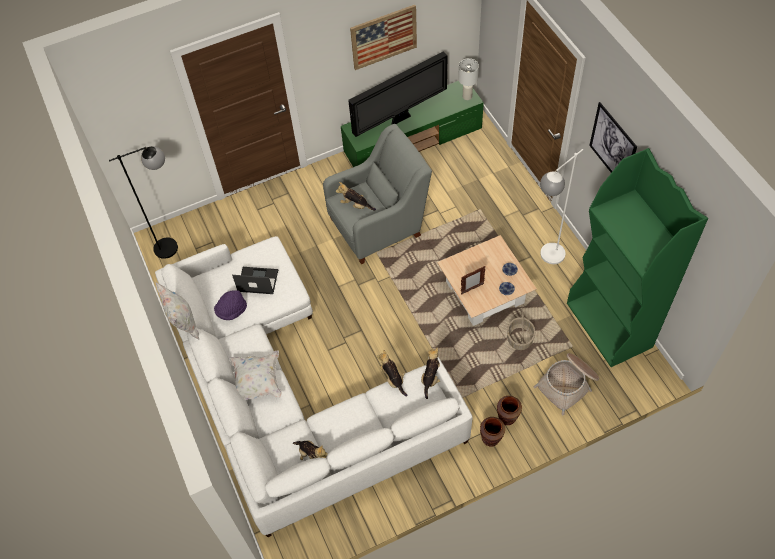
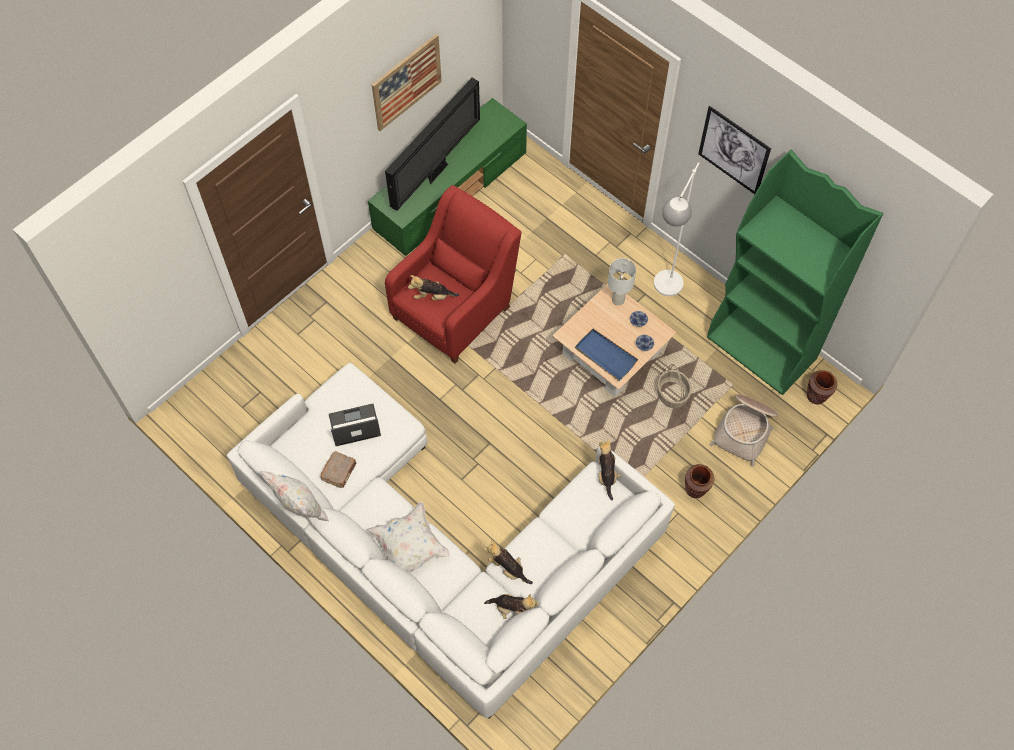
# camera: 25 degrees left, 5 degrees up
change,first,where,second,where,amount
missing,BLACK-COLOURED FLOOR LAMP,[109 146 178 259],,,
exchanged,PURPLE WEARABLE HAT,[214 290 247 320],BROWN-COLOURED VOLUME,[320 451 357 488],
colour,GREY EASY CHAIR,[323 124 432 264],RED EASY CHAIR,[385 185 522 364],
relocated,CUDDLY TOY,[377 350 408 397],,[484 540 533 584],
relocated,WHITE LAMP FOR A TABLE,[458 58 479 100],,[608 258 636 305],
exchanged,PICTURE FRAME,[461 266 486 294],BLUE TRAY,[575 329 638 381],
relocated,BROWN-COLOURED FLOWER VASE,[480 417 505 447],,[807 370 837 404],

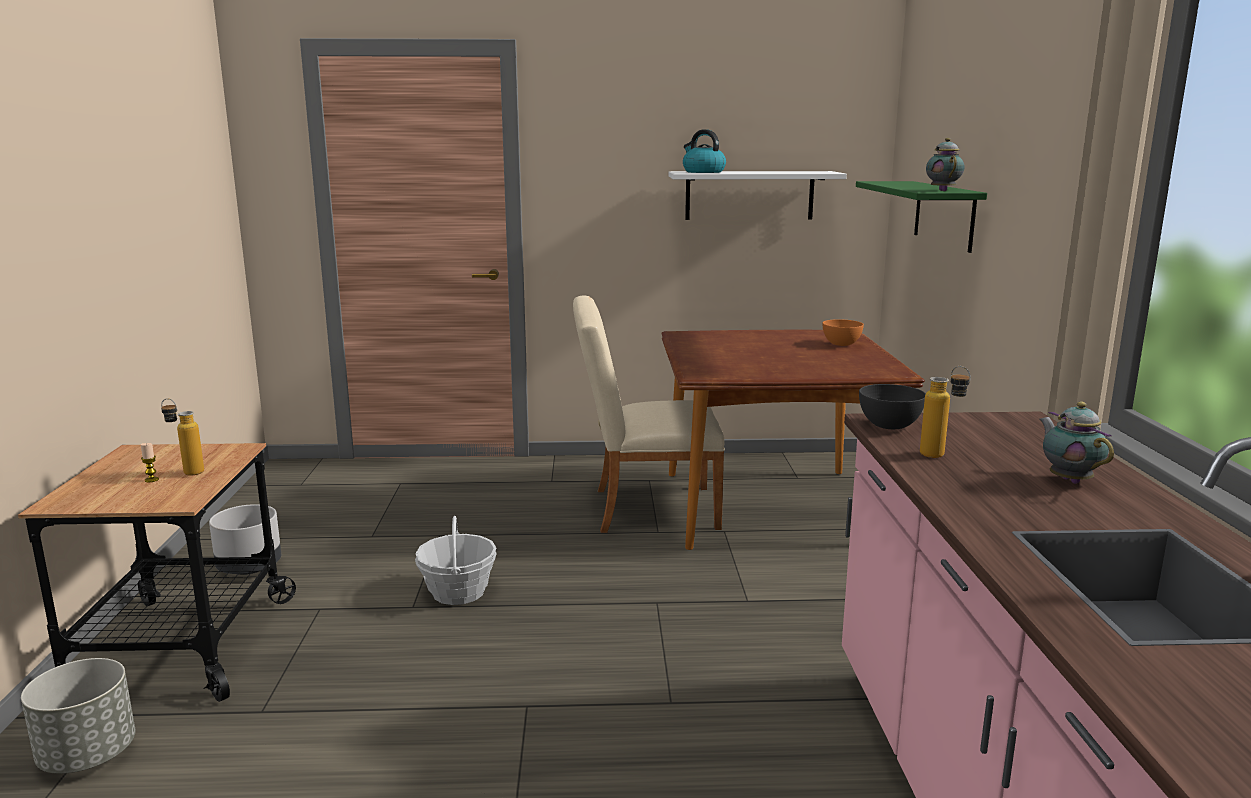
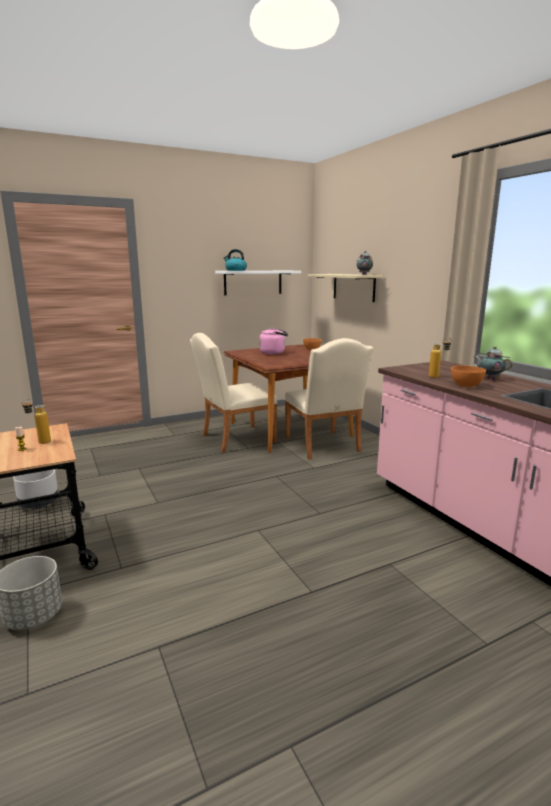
# camera: 25 degrees left, 0 degrees up
change,first,where,second,where,amount
missing,STORAGE BASKET,[415 516 497 605],,,
colour,GREEN-COLOURED BRACKET SHELF,[856 181 987 253],SAND-COLOURED BRACKET SHELF,[308 274 383 302],
missing,GREY BOWL,[859 384 926 429],,,
appeared,,,PINK KETTLE,[259 328 288 354],
appeared,,,SAND-COLOURED UPRIGHT CHAIR,[284 338 373 460],
appeared,,,ORANGEY BOWL,[451 366 486 387],

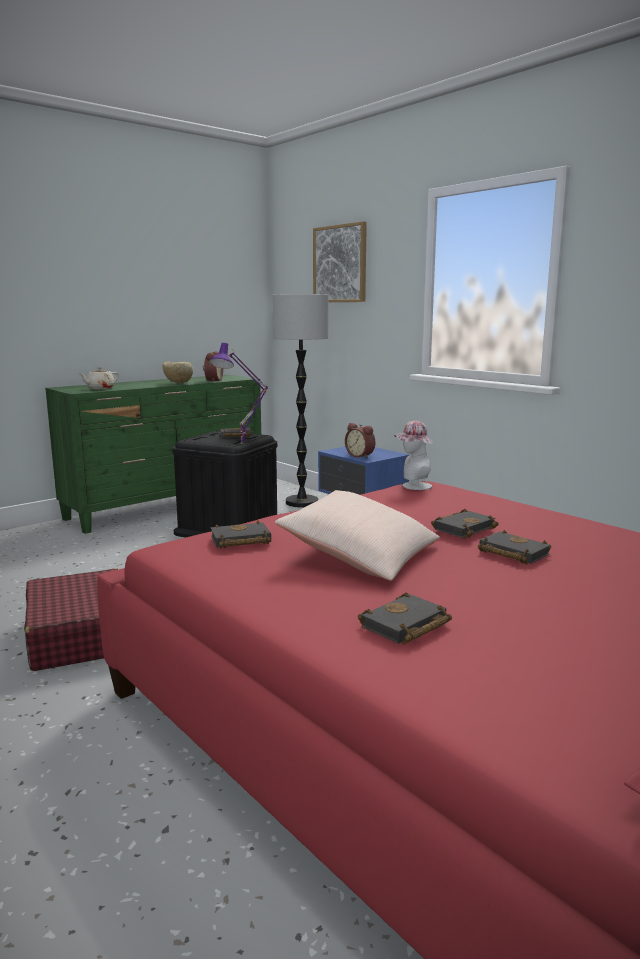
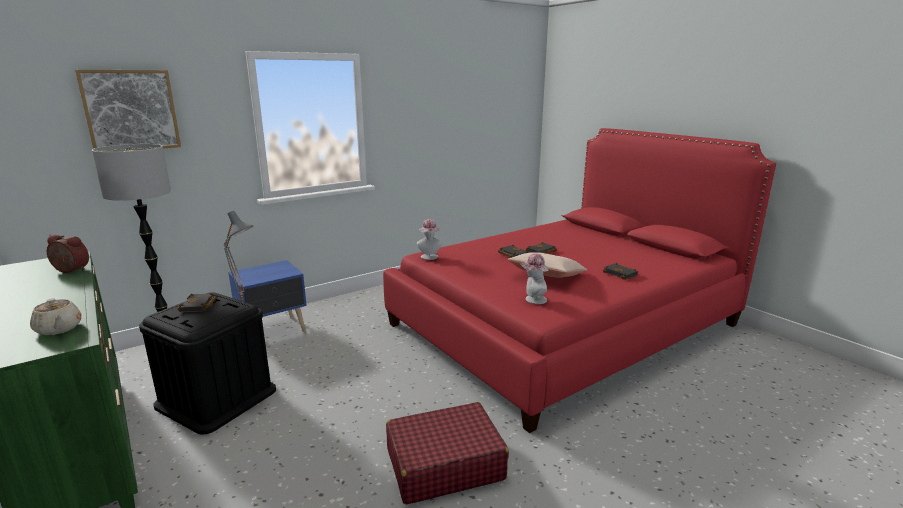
# camera: 85 degrees left, 5 degrees up
change,first,where,second,where,amount
missing,SAND-COLOURED BOWL,[162 362 193 383],,,
colour,PURPLE LAMP FOR A TABLE,[209 343 268 444],GREY LAMP FOR A TABLE,[224 211 253 304],
exchanged,BLACK-COLOURED VOLUME,[211 521 271 549],WEARABLE HAT,[520 253 549 304],
missing,BEDSIDE CLOCK,[345 423 376 458],,,

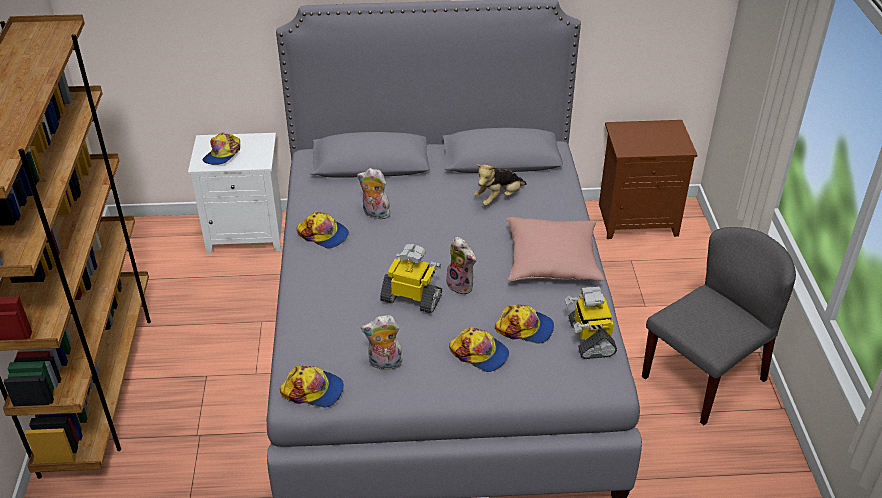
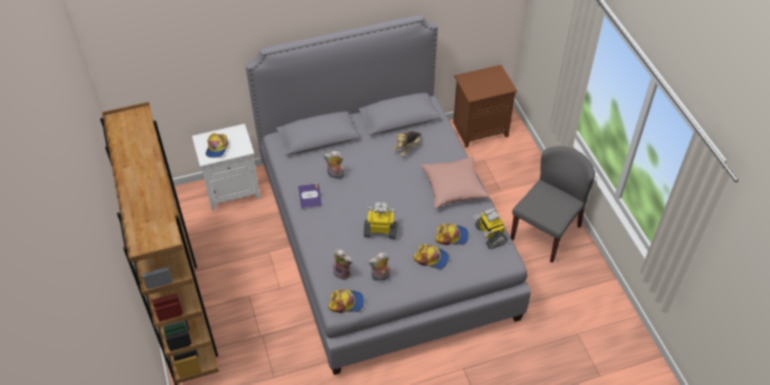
# camera: 15 degrees left, 10 degrees up
change,first,where,second,where,amount
exchanged,PEAKED CAP,[297 212 349 248],VOLUME,[298 183 322 210],
relocated,CUDDLY TOY,[445 237 476 295],,[333 249 353 280],

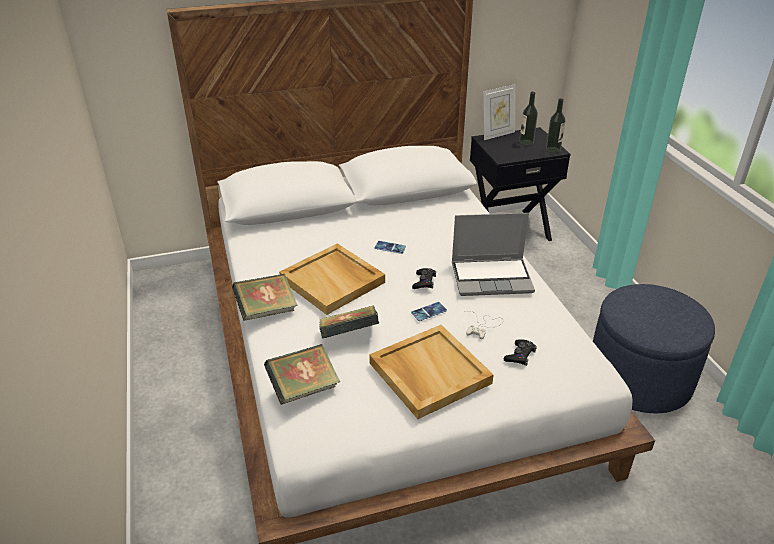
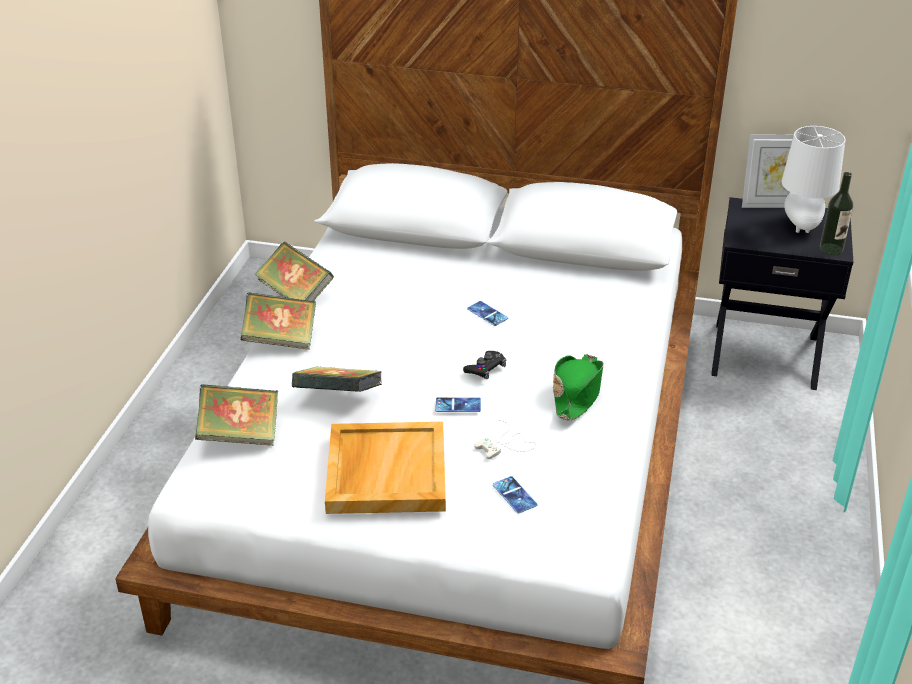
# camera: 30 degrees right, 0 degrees up
change,first,where,second,where,amount
missing,SAND-COLOURED TRAY,[279 243 385 315],,,
exchanged,PORTABLE COMPUTER,[452 213 535 296],GREEN-COLOURED WEARABLE HAT,[553 354 604 420],
exchanged,BLACK-COLOURED JOYPAD,[504 339 537 366],HANDSET,[493 476 537 513],
exchanged,BOTTLE,[519 92 538 146],WHITE LAMP FOR A TABLE,[782 126 846 233],
missing,BLUE POUFFE,[593 284 715 413],,,
appeared,,,VOLUME,[254 242 334 301],

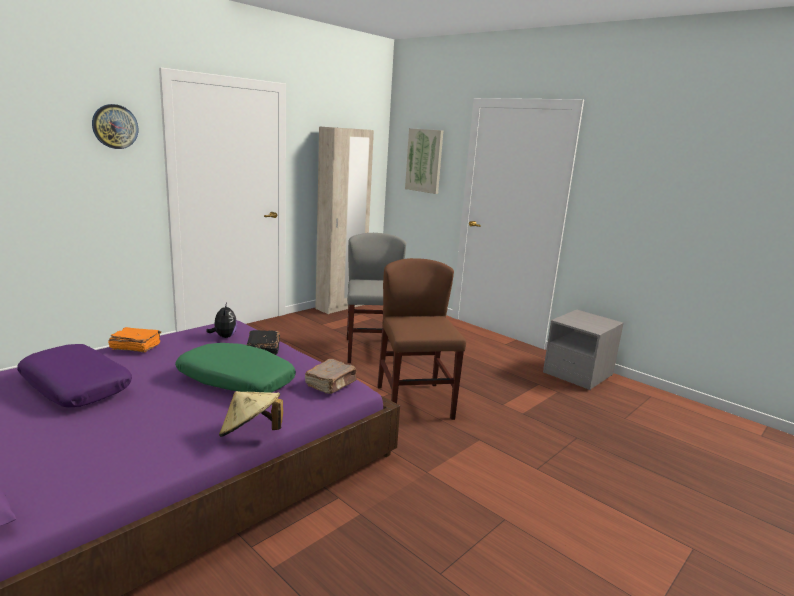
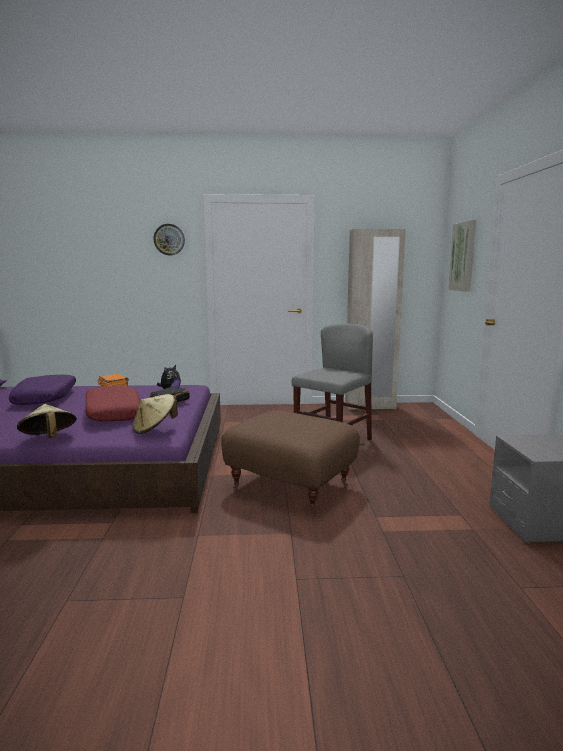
# camera: 45 degrees right, 5 degrees down
change,first,where,second,where,amount
colour,GREEN-COLOURED PILLOW,[175 343 296 393],RED PILLOW,[85 386 140 421],
exchanged,BROWN-COLOURED VOLUME,[305 359 356 394],SAND-COLOURED WEARABLE HAT,[132 394 178 434],
exchanged,BROWN-COLOURED UPRIGHT CHAIR,[377 258 466 420],BROWN-COLOURED POUFFE,[221 410 360 513],

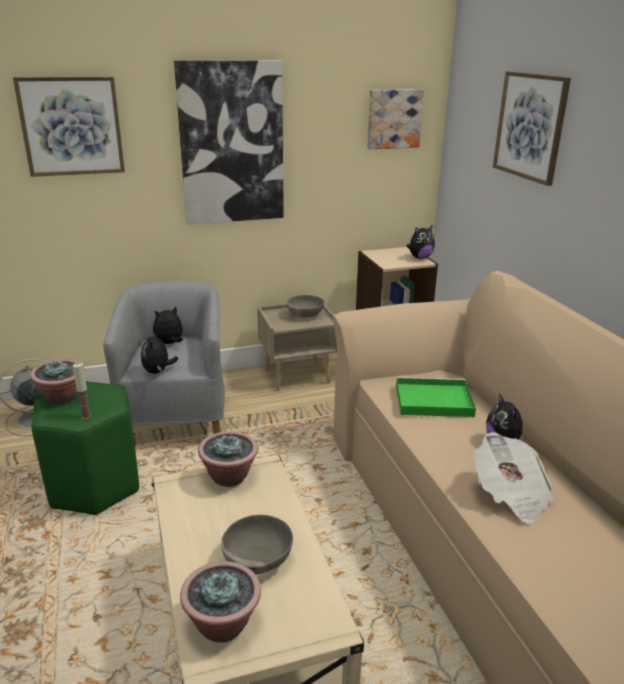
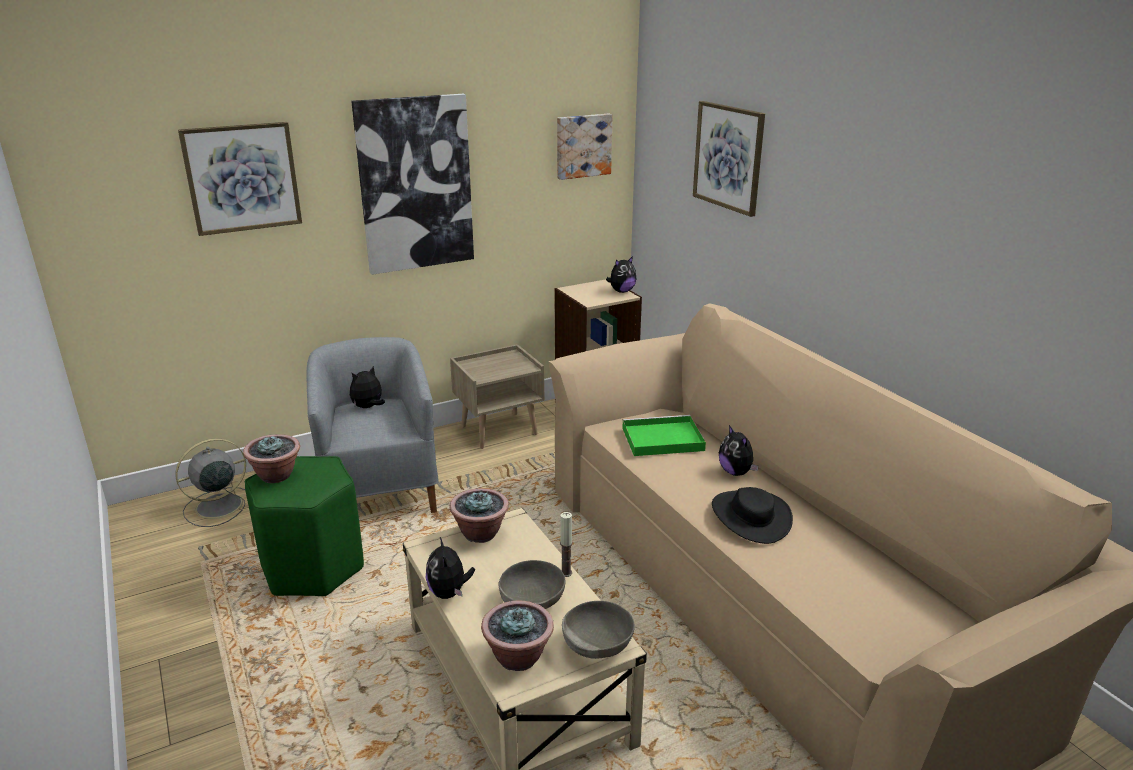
# camera: 10 degrees left, 0 degrees up
change,first,where,second,where,amount
relocated,WAX LIGHT,[73 363 92 419],,[560 512 573 577],
relocated,CUDDLY TOY,[141 330 178 374],,[426 537 475 599],
relocated,GREY BOWL,[286 295 324 318],,[562 601 635 659],
exchanged,DAILY PAPER,[473 432 555 524],BLACK-COLOURED WEARABLE HAT,[712 487 793 544],

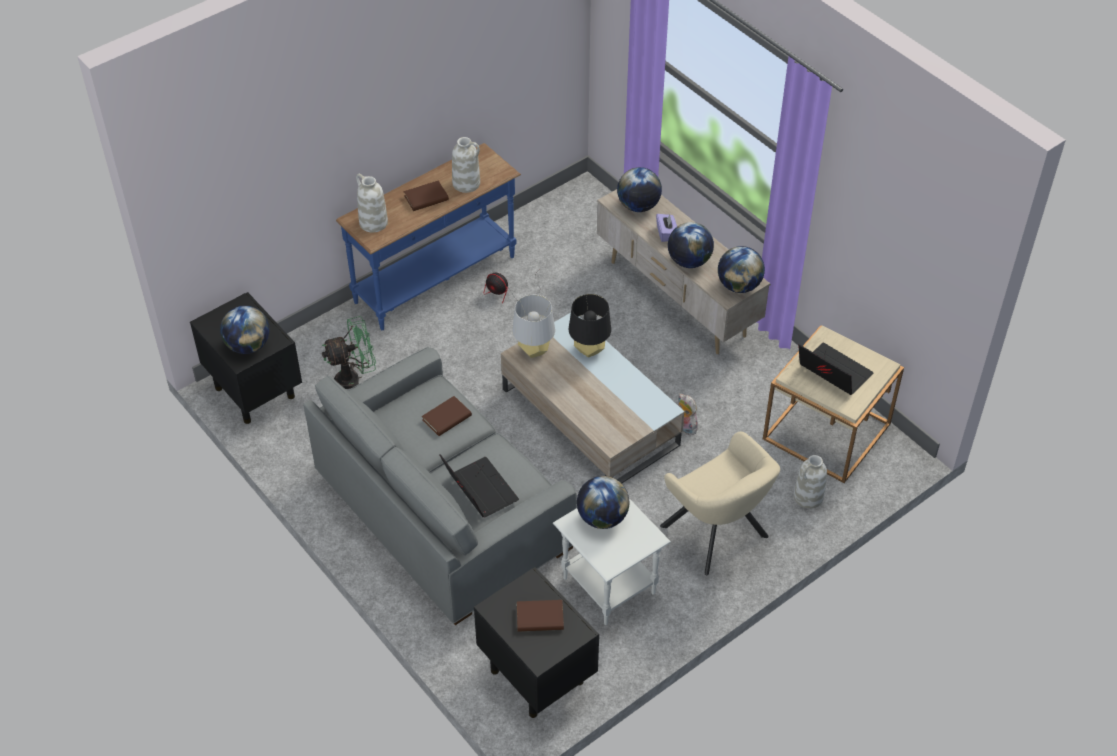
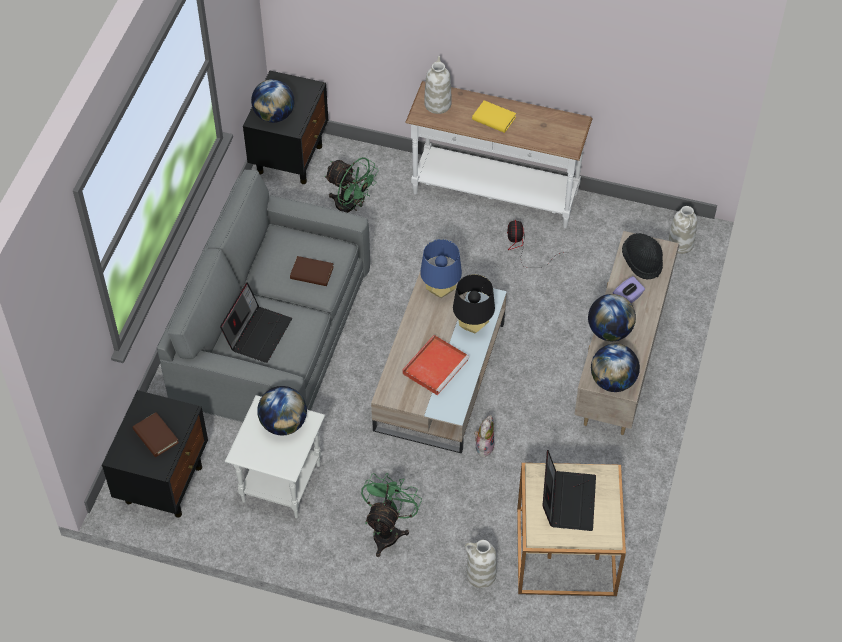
# camera: 55 degrees right, 5 degrees up
change,first,where,second,where,amount
colour,BLUE CONSOLE TABLE,[336 143 521 330],WHITE CONSOLE TABLE,[405 81 593 228],
colour,BROWN-COLOURED VOLUME,[403 181 449 211],YELLOWISH VOLUME,[472 100 516 133],
relocated,WHITE FLOWER VASE,[452 137 480 193],,[668 206 697 254],
colour,GREY LAMP FOR A TABLE,[512 295 555 358],BLUE LAMP FOR A TABLE,[420 239 462 298],
exchanged,DESK GLOBE,[617 167 662 212],BLACK-COLOURED WEARABLE HAT,[622 233 663 280],
exchanged,SAND-COLOURED EASY CHAIR,[660 432 780 575],GREEN-COLOURED COOLING FAN,[361 473 422 557],
appeared,,,RED TRAY,[402 335 470 395],

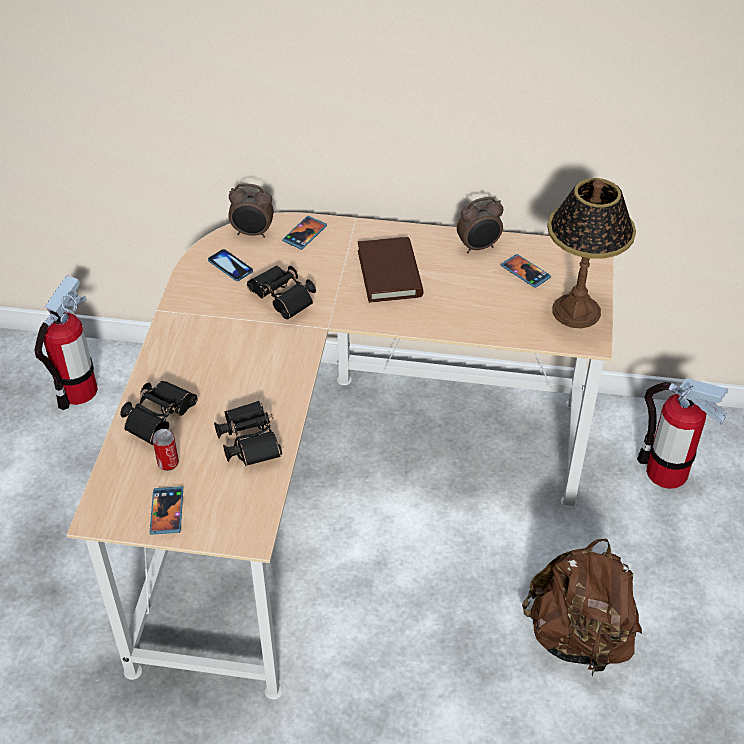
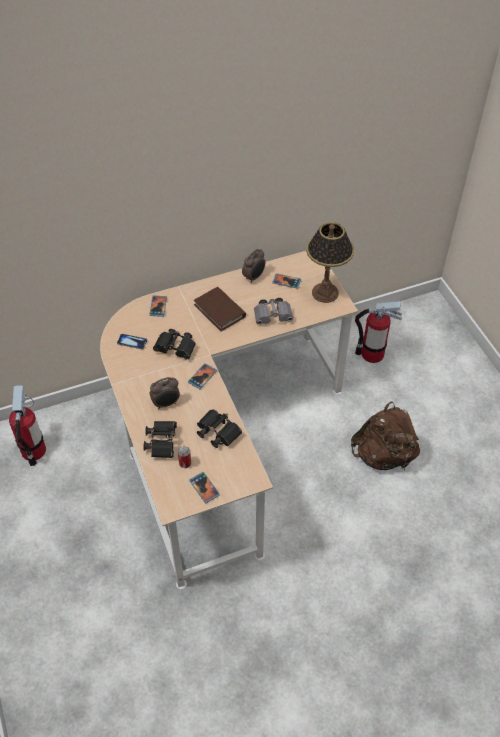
# camera: 30 degrees left, 5 degrees up
change,first,where,second,where,amount
relocated,BEDSIDE CLOCK,[228 183 274 238],,[150 377 180 409],
appeared,,,HANDSET,[188 363 217 389],
appeared,,,GREY FIELD GLASSES,[254 298 294 325],

